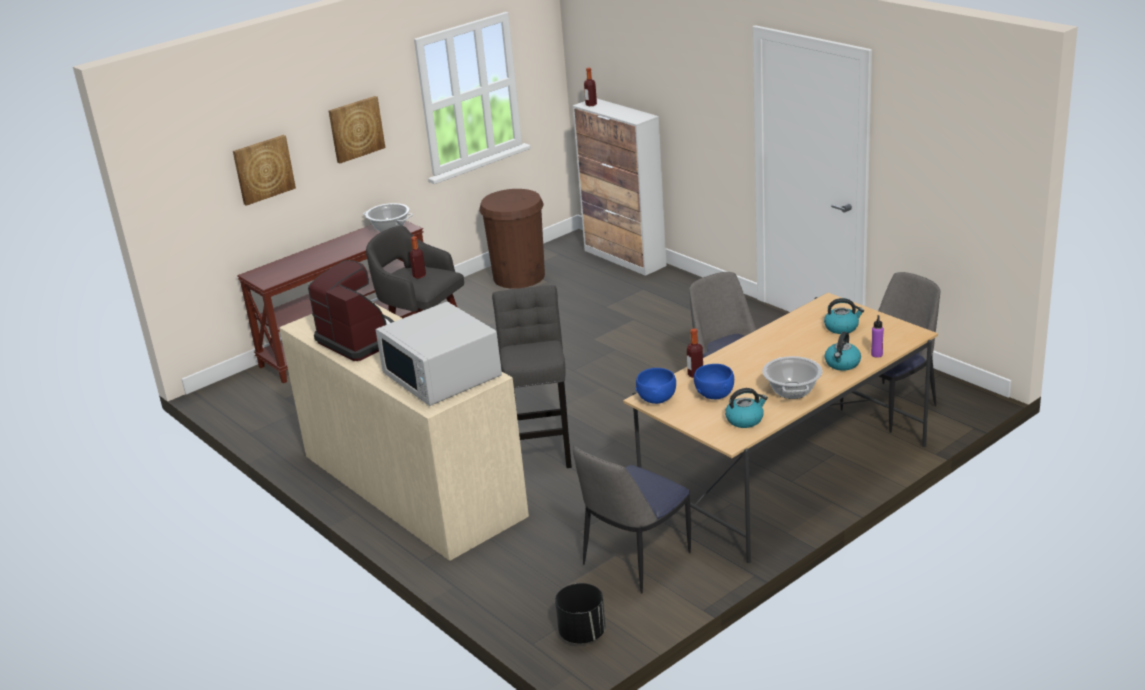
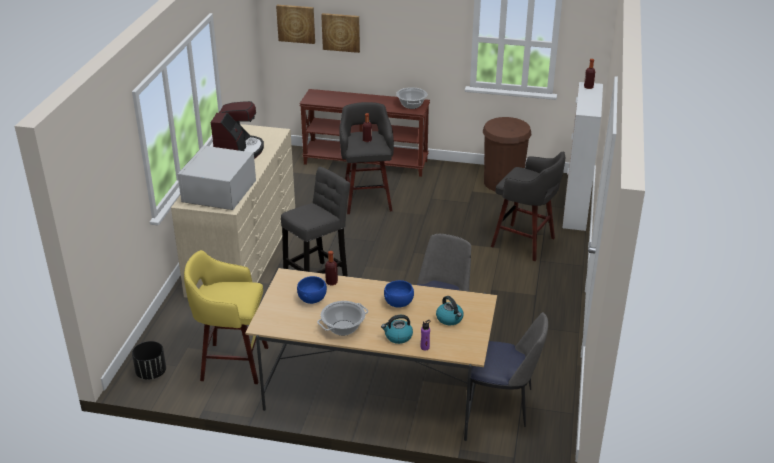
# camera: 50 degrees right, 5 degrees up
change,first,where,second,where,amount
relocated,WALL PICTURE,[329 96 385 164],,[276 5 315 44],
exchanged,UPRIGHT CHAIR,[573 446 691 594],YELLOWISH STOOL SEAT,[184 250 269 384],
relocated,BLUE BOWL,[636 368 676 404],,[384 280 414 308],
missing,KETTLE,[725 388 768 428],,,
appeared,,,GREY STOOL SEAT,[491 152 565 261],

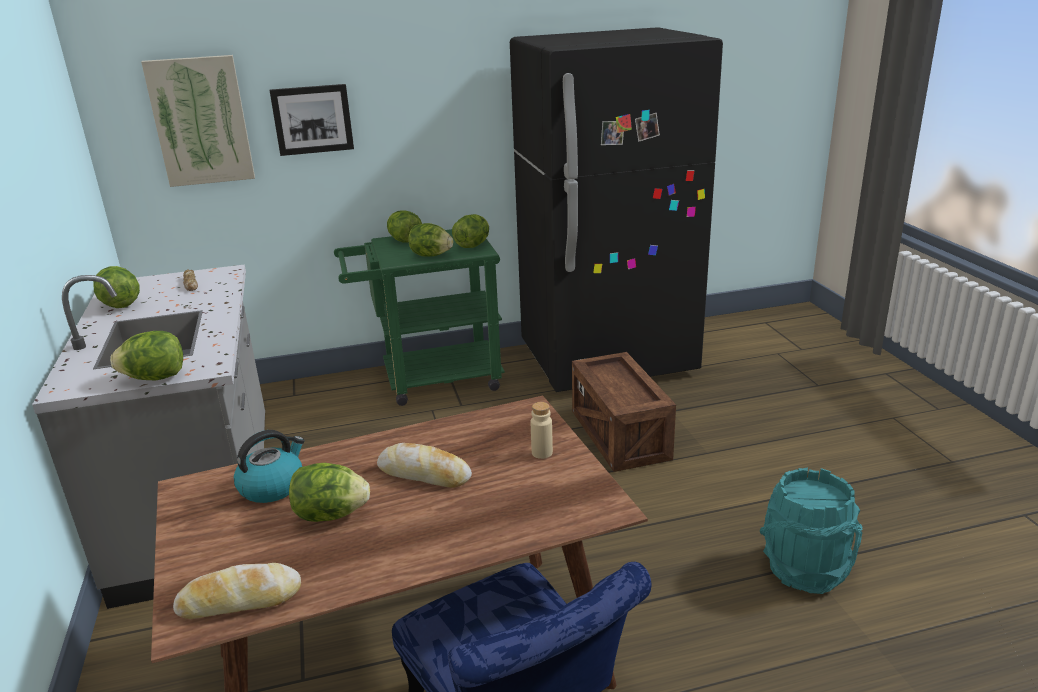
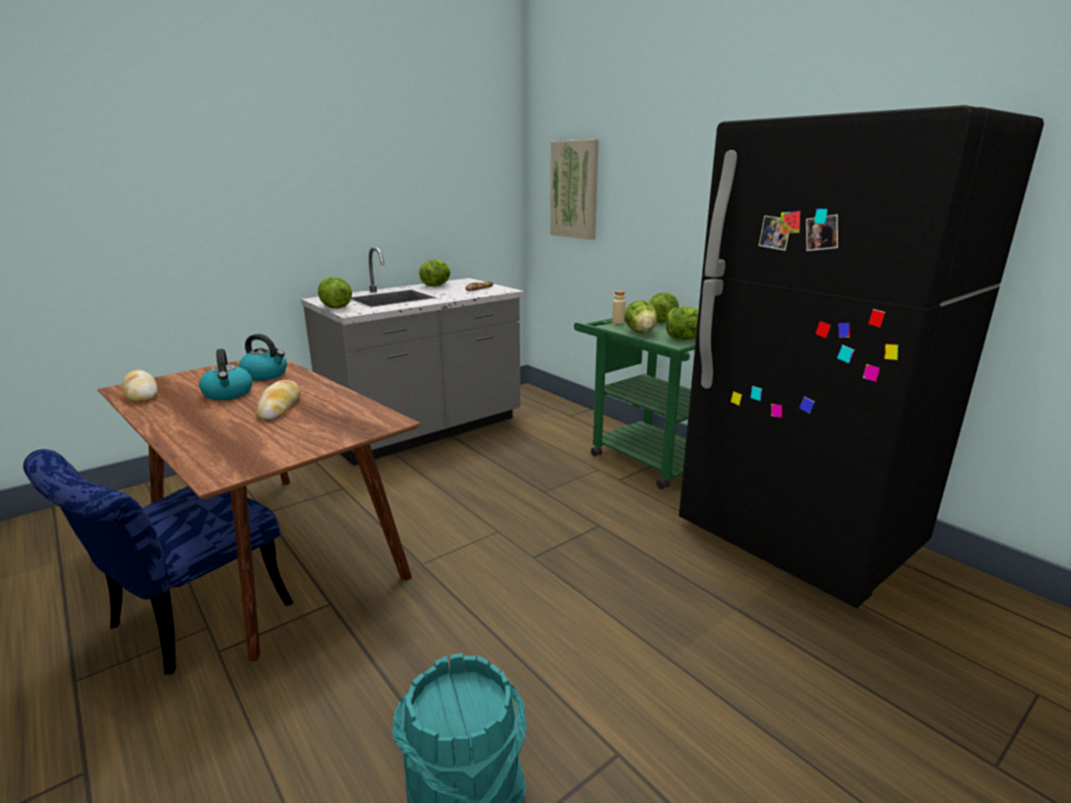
# camera: 65 degrees right, 5 degrees down
change,first,where,second,where,amount
missing,WALL PICTURE,[270 84 354 156],,,
exchanged,HEAD OF LETTUCE,[289 463 370 522],KETTLE,[199 349 253 400],
relocated,SAND-COLOURED BOTTLE,[531 402 553 459],,[612 291 626 324],
missing,SHIPPING CRATE,[572 352 676 472],,,

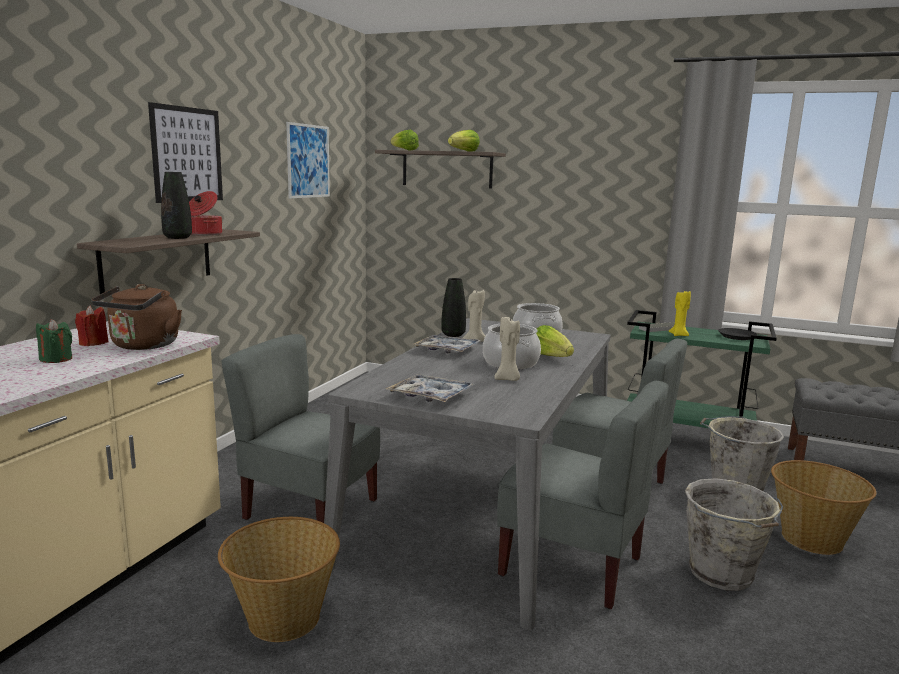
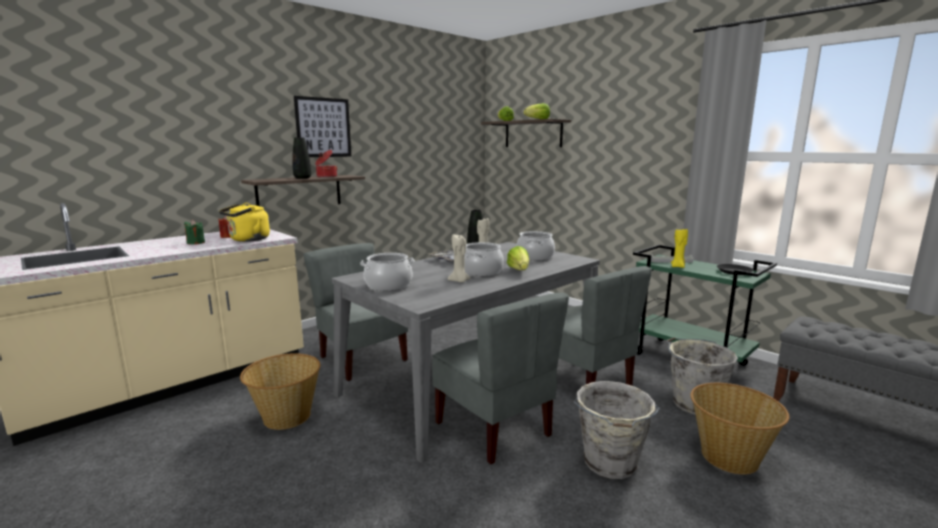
# camera: 25 degrees right, 0 degrees up
change,first,where,second,where,amount
colour,BROWN-COLOURED KETTLE,[92 284 182 350],YELLOWISH KETTLE,[219 203 270 242],
missing,WALL PICTURE,[286 122 330 198],,,
exchanged,TRAY,[386 374 475 402],COOKING POT,[360 253 415 291],

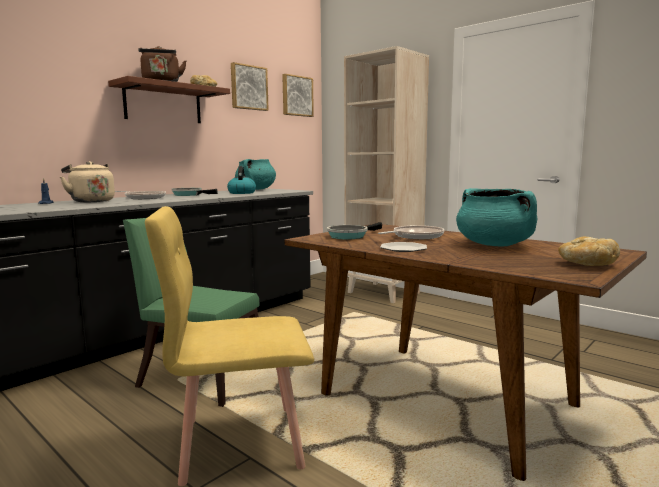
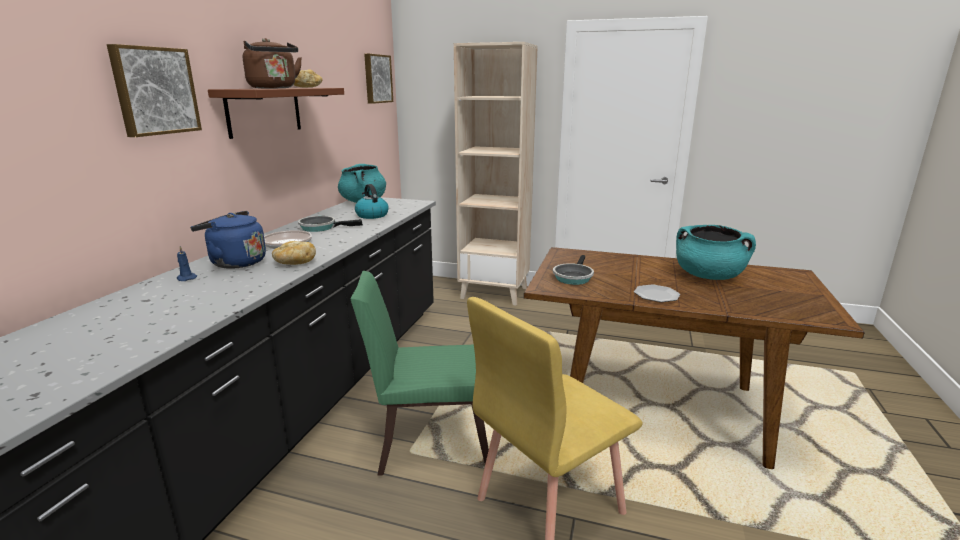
# camera: 25 degrees left, 10 degrees up
change,first,where,second,where,amount
colour,SAND-COLOURED KETTLE,[60 161 115 202],BLUE KETTLE,[190 211 266 269],
relocated,WALL PICTURE,[231 62 269 111],,[107 44 202 137],
missing,SKILLET,[378 225 444 239],,,
relocated,BAKERY BREAD,[558 237 620 266],,[272 241 316 265],

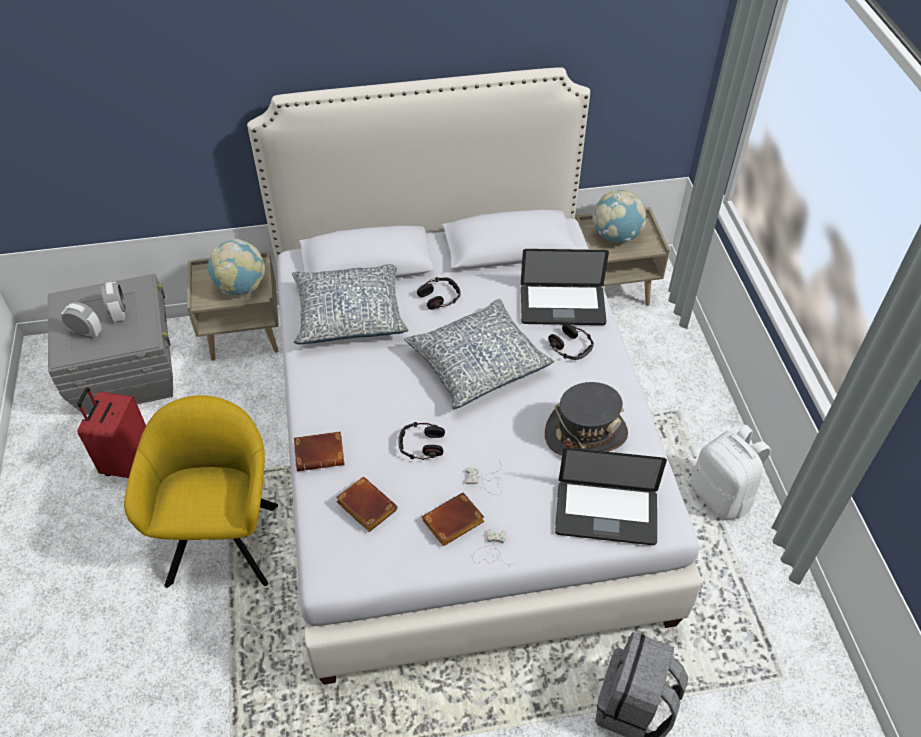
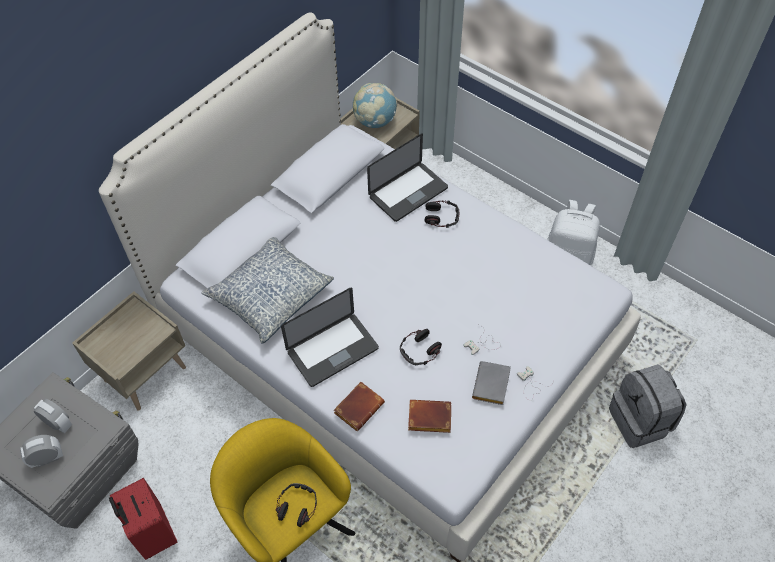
# camera: 40 degrees left, 5 degrees up
change,first,where,second,where,amount
missing,DESK GLOBE,[208 239 265 295],,,
missing,PILLOW,[404 299 554 409],,,
relocated,PAIR OF HEADPHONES,[417 277 460 310],,[276 483 317 527],
colour,BROWN-COLOURED VOLUME,[422 493 484 547],GREY VOLUME,[472 361 511 405],
missing,GREY WEARABLE HAT,[545 382 628 456],,,
relocated,PORTABLE COMPUTER,[555 448 667 545],,[281 288 379 387],

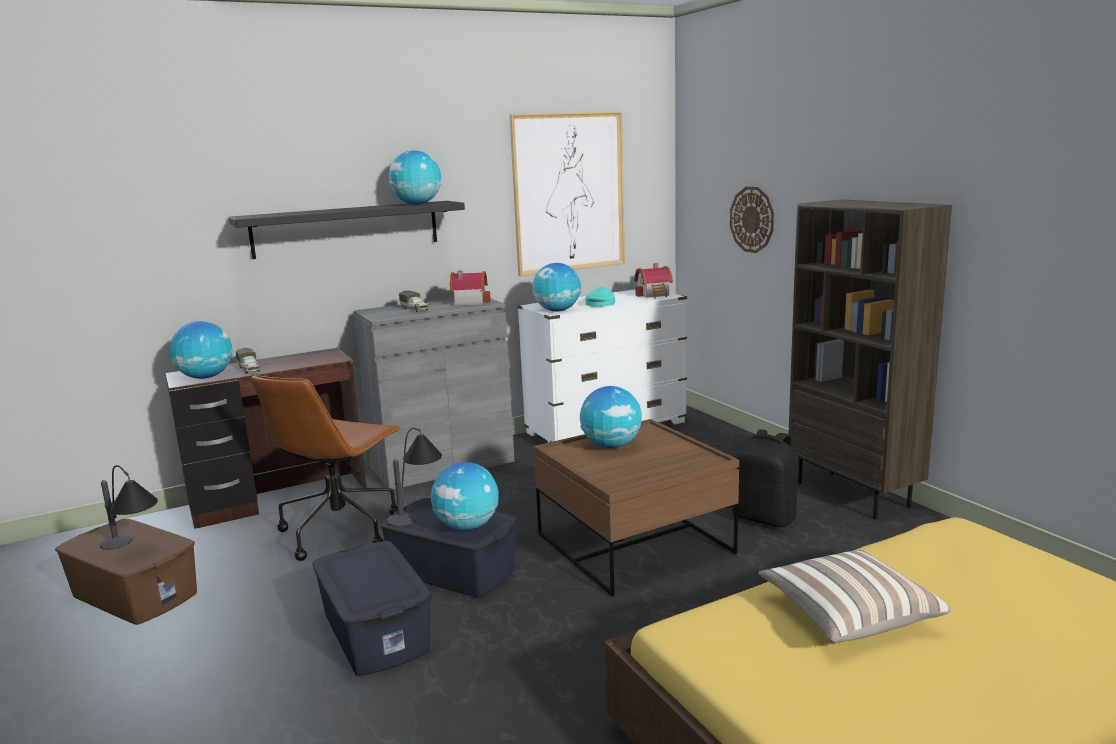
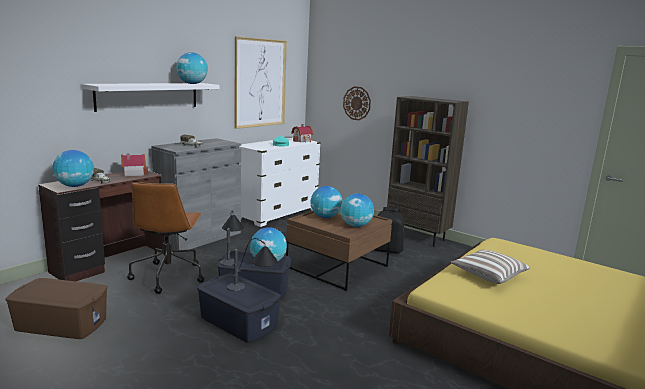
# camera: 25 degrees left, 0 degrees up
change,first,where,second,where,amount
relocated,LAMP FOR A TABLE,[100 465 158 550],,[227 238 278 291],
colour,BLACK-COLOURED BRACKET SHELF,[229 201 465 259],WHITE BRACKET SHELF,[82 83 220 112],
relocated,MINIATURE HOUSE,[450 270 491 306],,[121 154 148 177],
relocated,DESK GLOBE,[532 263 581 311],,[340 193 374 227],

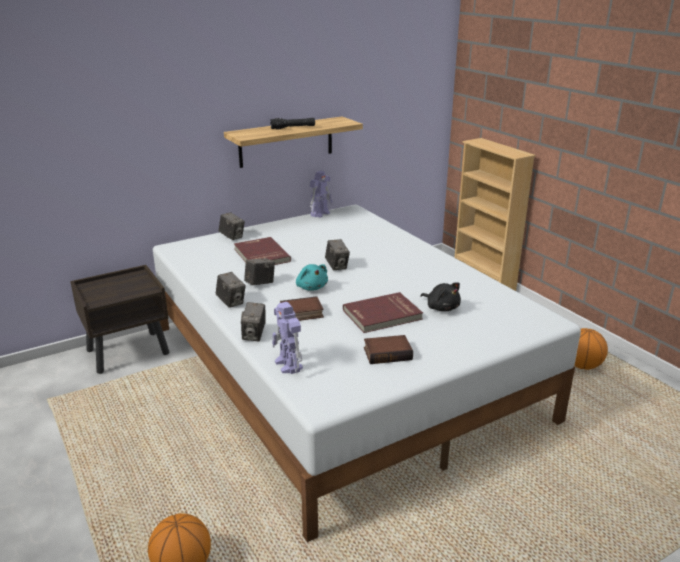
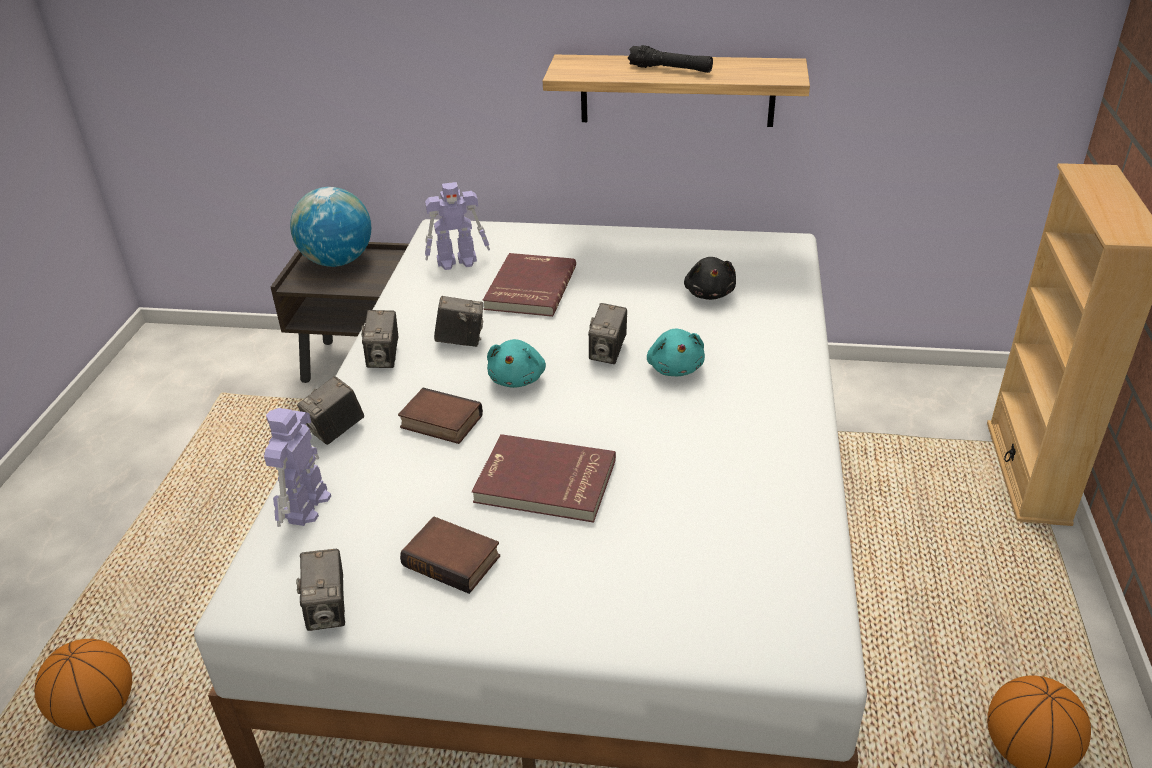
# camera: 40 degrees right, 10 degrees up
change,first,where,second,where,amount
relocated,PHOTO CAMERA,[219 212 245 240],,[296 549 345 631],
relocated,TOY ROBOT,[310 171 333 217],,[425 182 490 270],
relocated,BLACK-COLOURED CUDDLY TOY,[420 282 461 312],,[684 257 736 300],
appeared,,,DESK GLOBE,[290 187 371 267],
appeared,,,TURQUOISE CUDDLY TOY,[647 329 705 376],

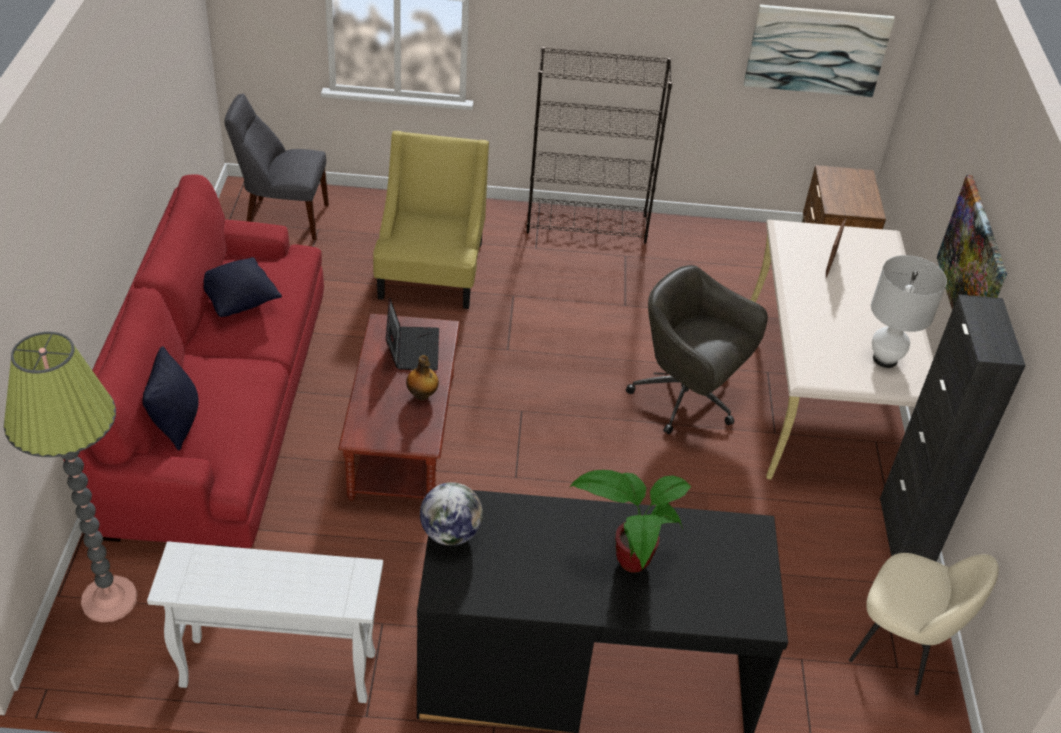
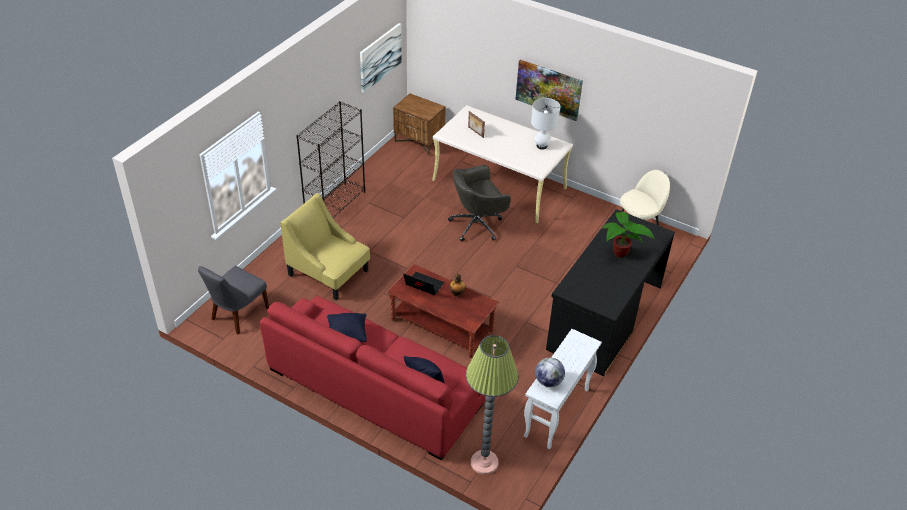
# camera: 60 degrees left, 0 degrees up
change,first,where,second,where,amount
relocated,DESK GLOBE,[420 482 483 546],,[535 357 565 387],
missing,BLACK-COLOURED CUPBOARD,[880 294 1026 562],,,

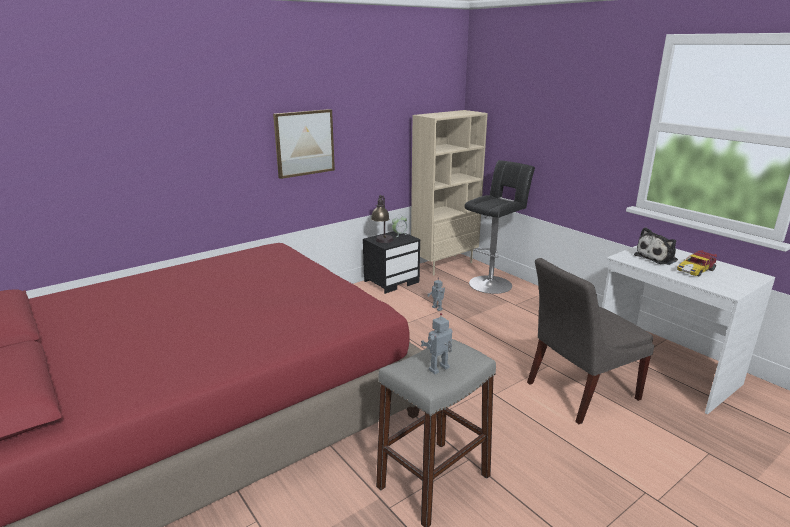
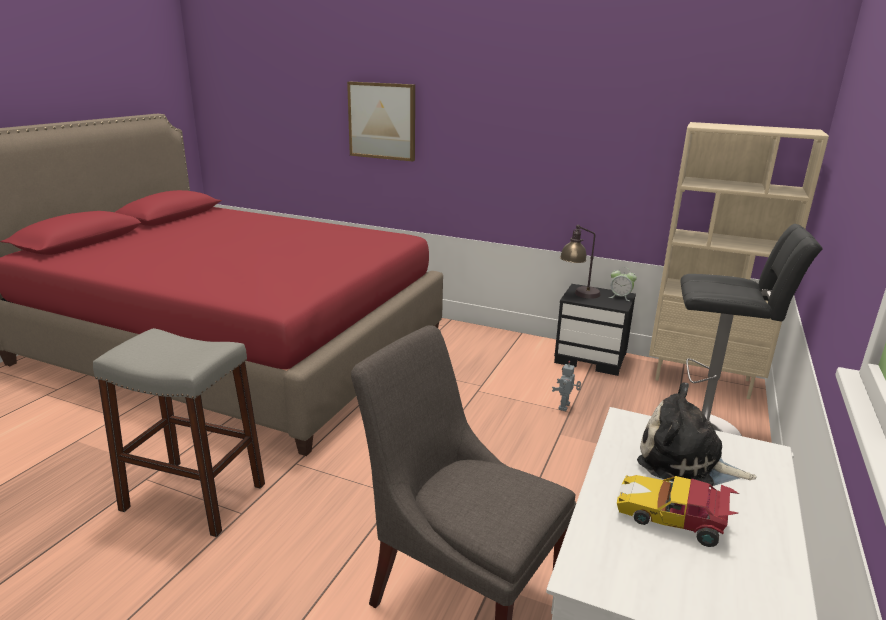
# camera: 60 degrees right, 0 degrees up
change,first,where,second,where,amount
relocated,WALL PICTURE,[273 109 335 179],,[347 82 415 161],
missing,TOY ROBOT,[421 313 453 374],,,

